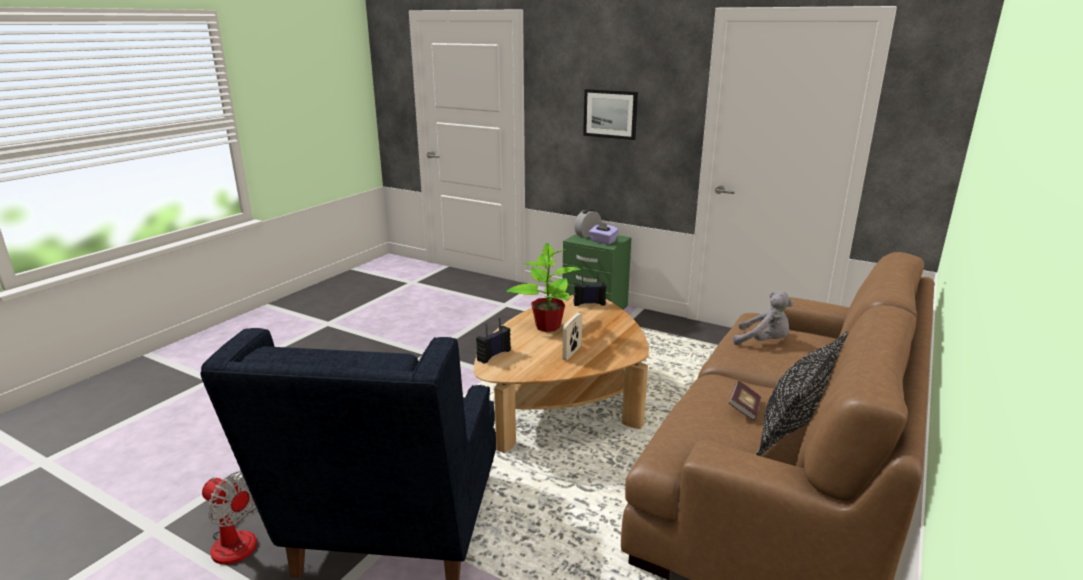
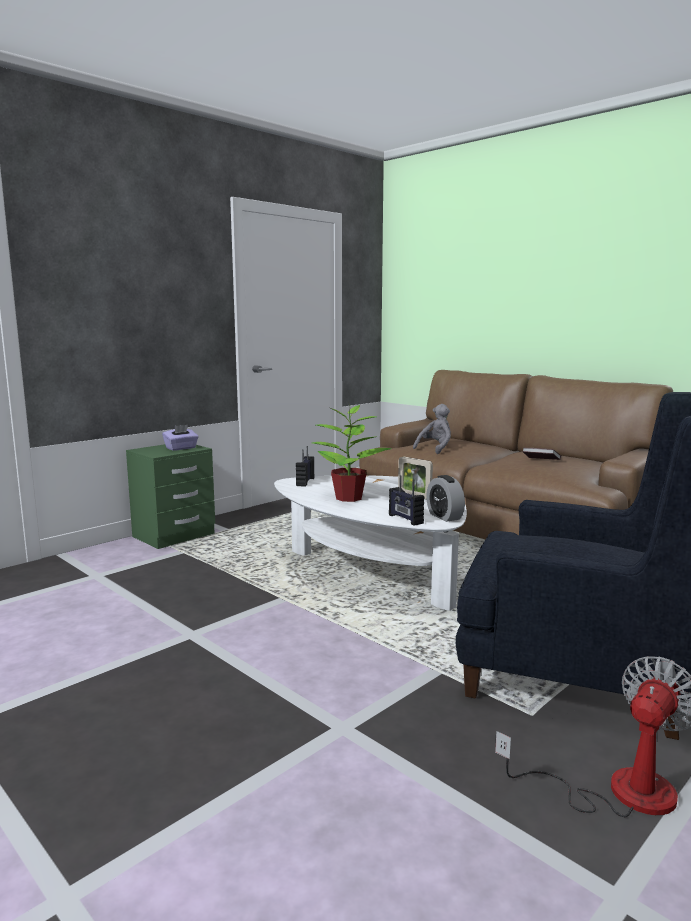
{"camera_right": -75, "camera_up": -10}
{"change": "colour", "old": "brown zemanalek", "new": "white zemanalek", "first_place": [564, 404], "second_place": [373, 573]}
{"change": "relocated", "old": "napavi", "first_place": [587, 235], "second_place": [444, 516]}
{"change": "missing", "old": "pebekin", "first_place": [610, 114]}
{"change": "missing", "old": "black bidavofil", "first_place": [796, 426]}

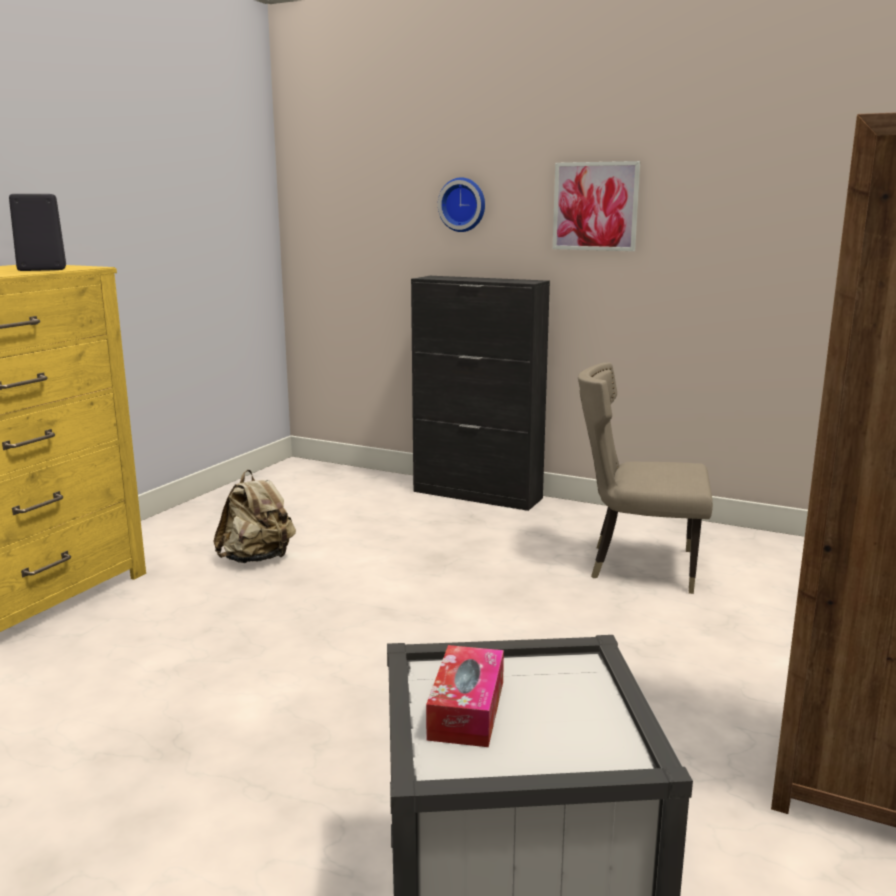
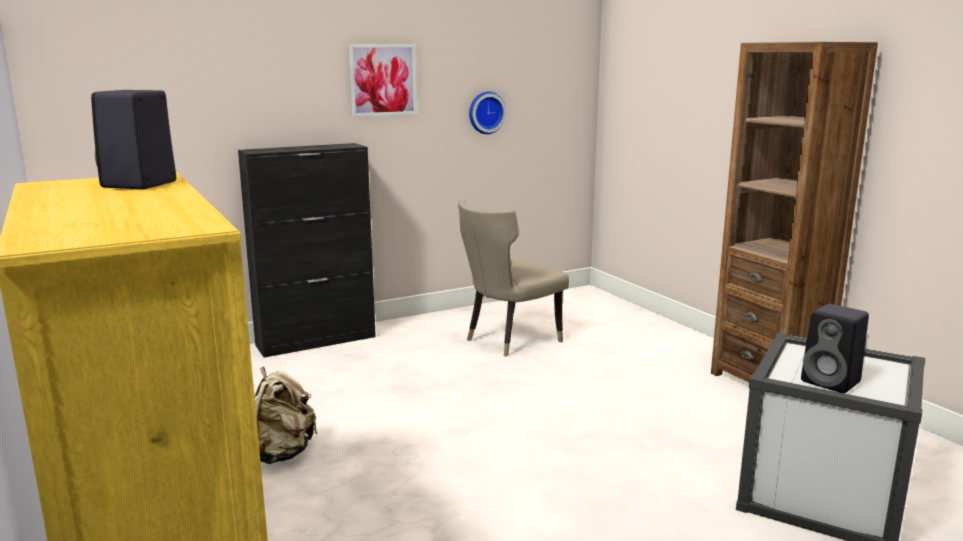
{"camera_right": -55, "camera_up": 0}
{"change": "relocated", "old": "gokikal", "first_place": [463, 205], "second_place": [486, 112]}
{"change": "exchanged", "old": "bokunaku", "new": "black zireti", "first_place": [466, 710], "second_place": [832, 382]}

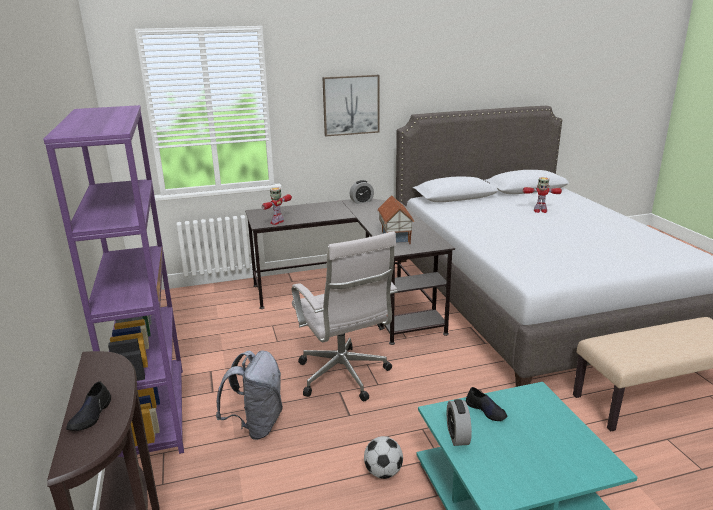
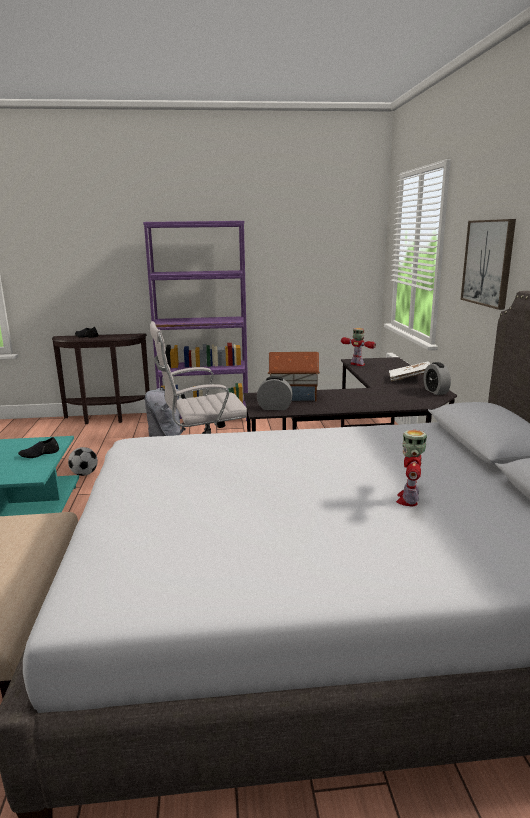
{"camera_right": 100, "camera_up": -5}
{"change": "relocated", "old": "napavi", "first_place": [457, 436], "second_place": [274, 408]}
{"change": "appeared", "new": "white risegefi", "second_place": [410, 379]}

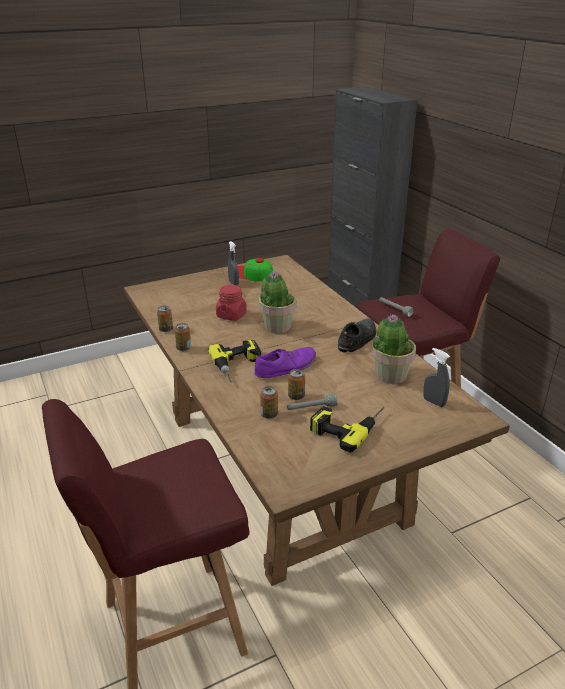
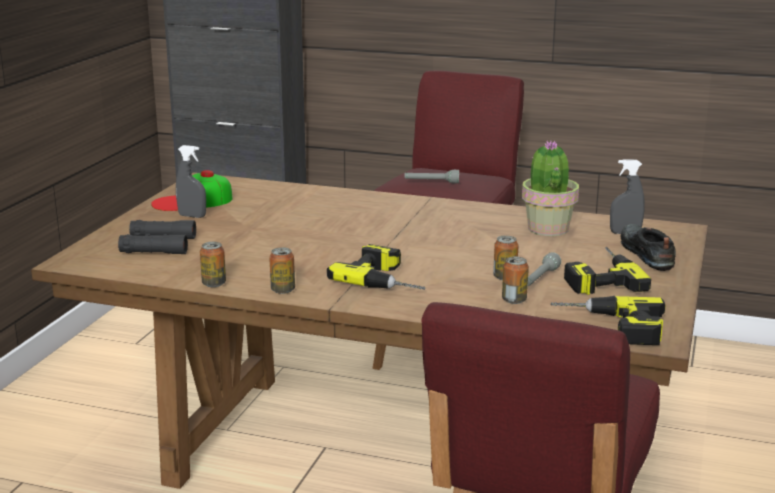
{"camera_right": -45, "camera_up": -10}
{"change": "appeared", "new": "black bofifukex", "second_place": [158, 245]}
{"change": "appeared", "new": "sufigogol", "second_place": [609, 327]}
{"change": "relocated", "old": "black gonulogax", "first_place": [357, 339], "second_place": [646, 254]}
{"change": "missing", "old": "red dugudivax", "first_place": [231, 315]}
{"change": "missing", "old": "purple gonulogax", "first_place": [286, 367]}
{"change": "missing", "old": "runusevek", "first_place": [276, 326]}

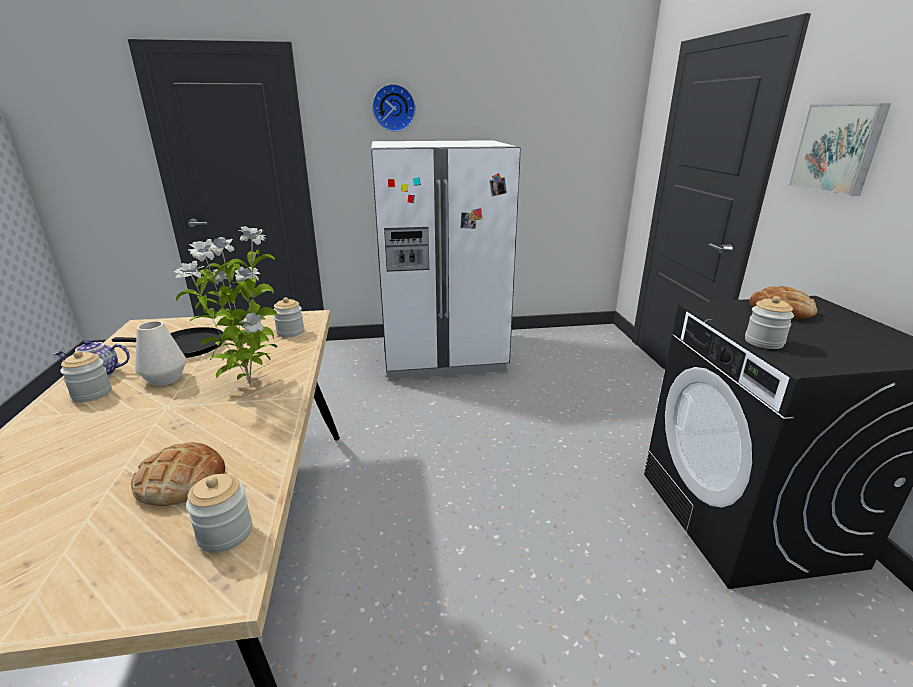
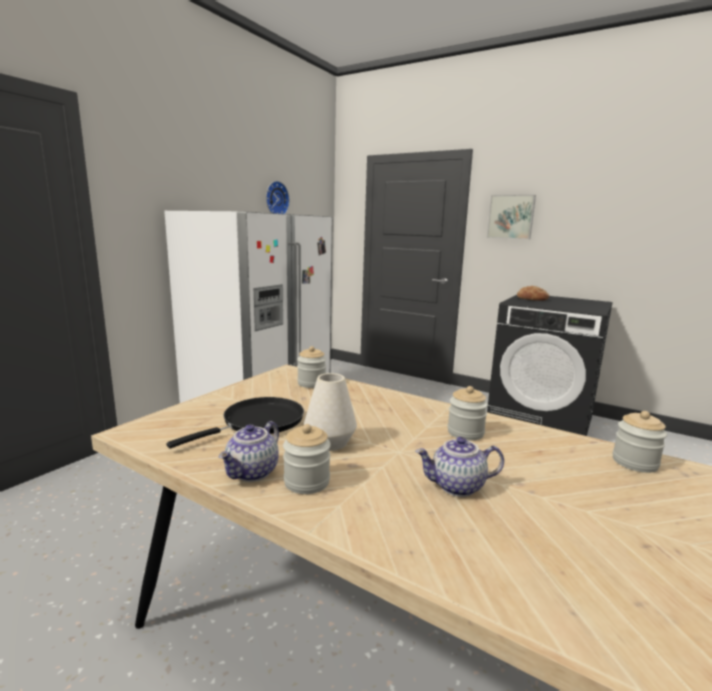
{"camera_right": -50, "camera_up": -10}
{"change": "relocated", "old": "gokikal", "first_place": [393, 108], "second_place": [275, 199]}
{"change": "appeared", "new": "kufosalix", "second_place": [457, 487]}
{"change": "relocated", "old": "dugudivax", "first_place": [763, 342], "second_place": [465, 432]}
{"change": "missing", "old": "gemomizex", "first_place": [182, 480]}
{"change": "missing", "old": "runusevek", "first_place": [249, 384]}

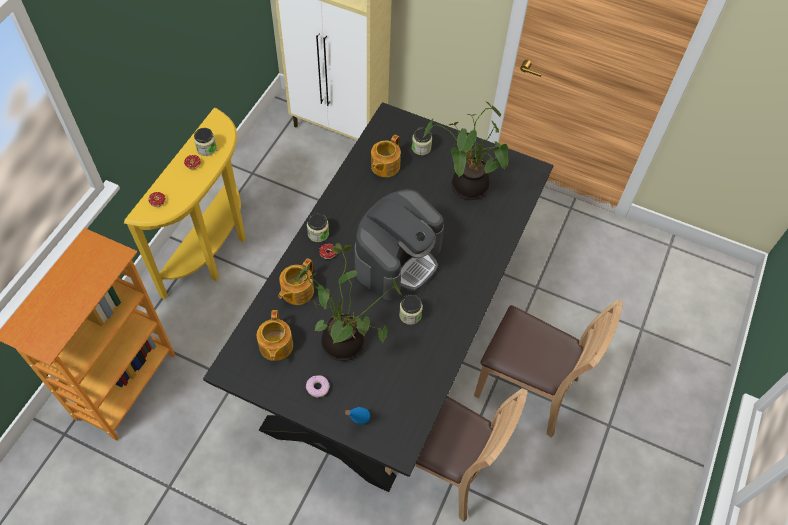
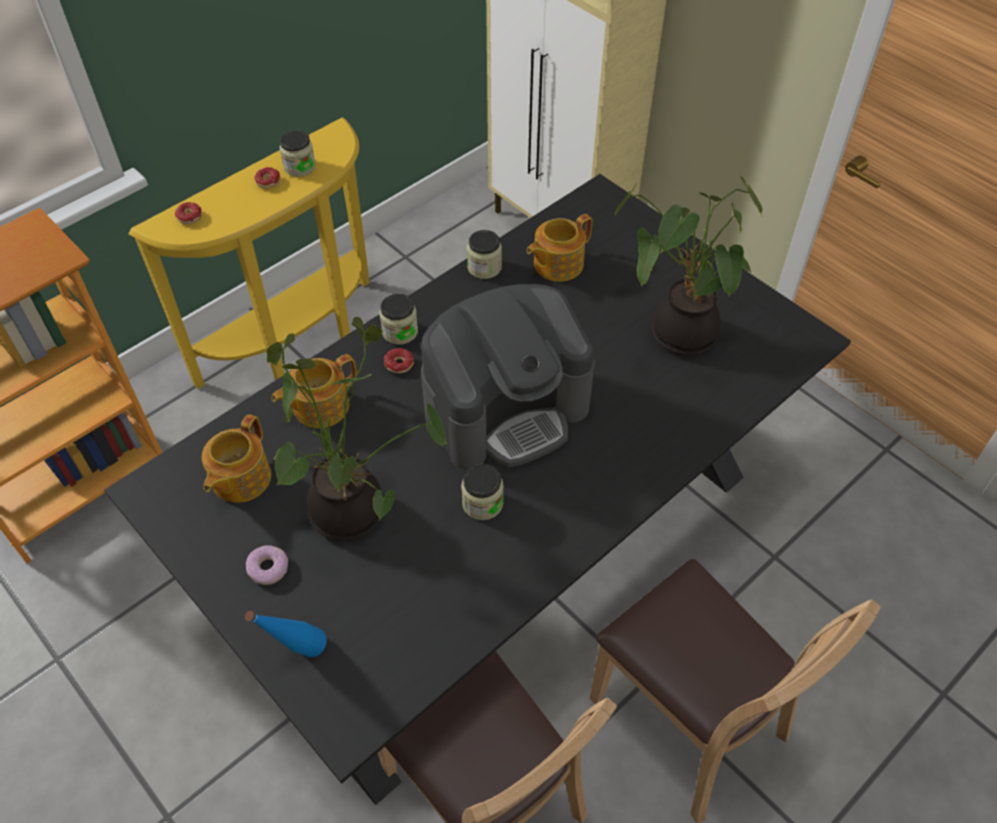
{"camera_right": 25, "camera_up": -5}
{"change": "relocated", "old": "dugudivax", "first_place": [421, 148], "second_place": [484, 267]}

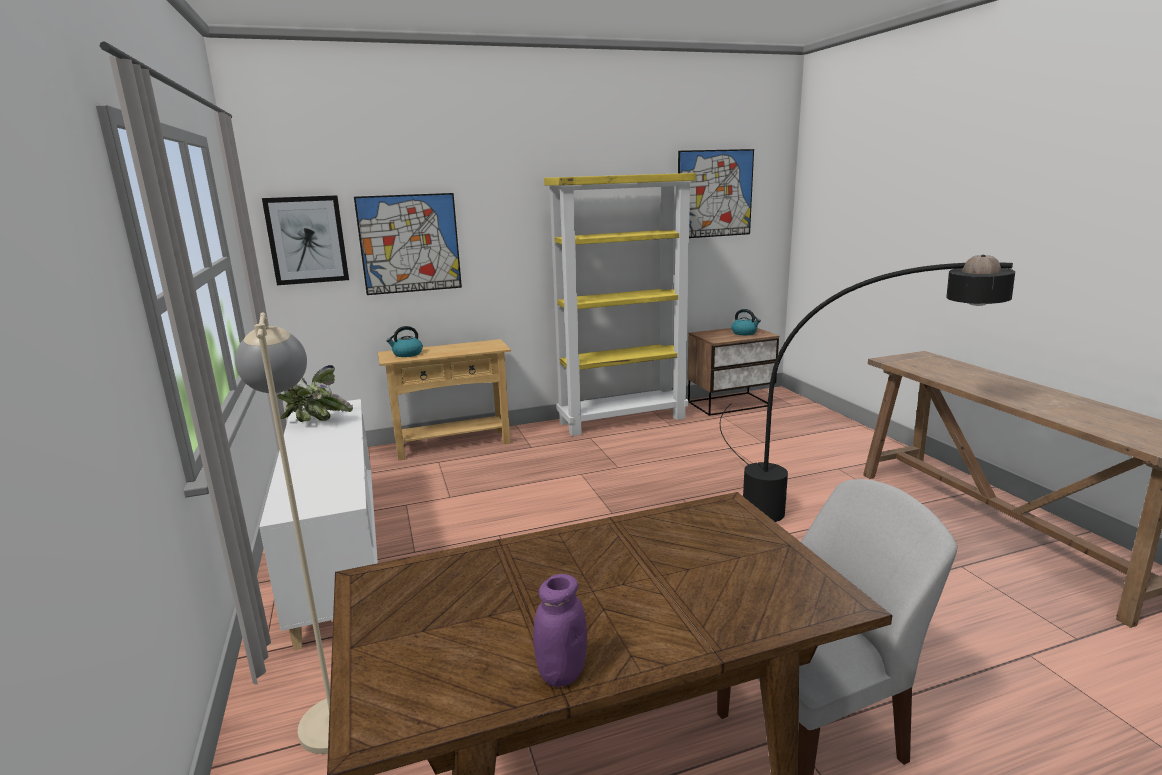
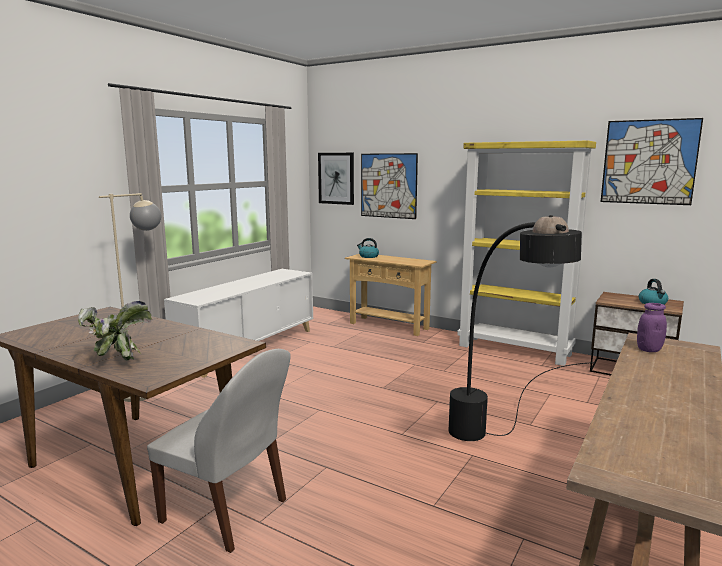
{"camera_right": 50, "camera_up": -5}
{"change": "relocated", "old": "runusevek", "first_place": [316, 423], "second_place": [116, 360]}
{"change": "relocated", "old": "purple dugudivax", "first_place": [561, 673], "second_place": [649, 350]}

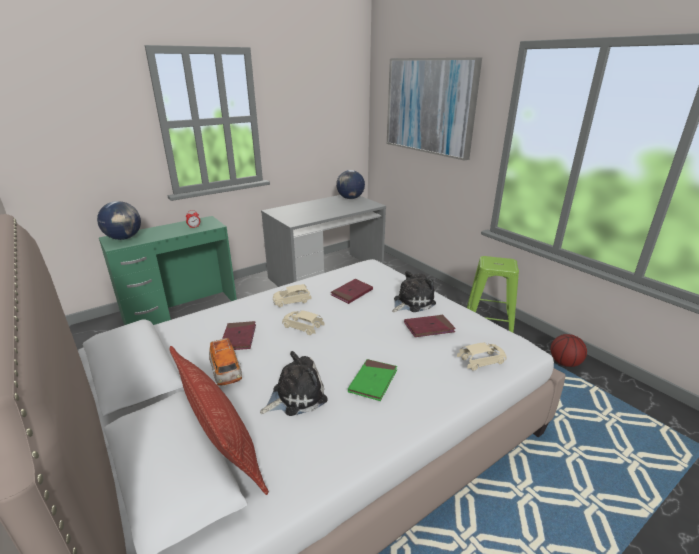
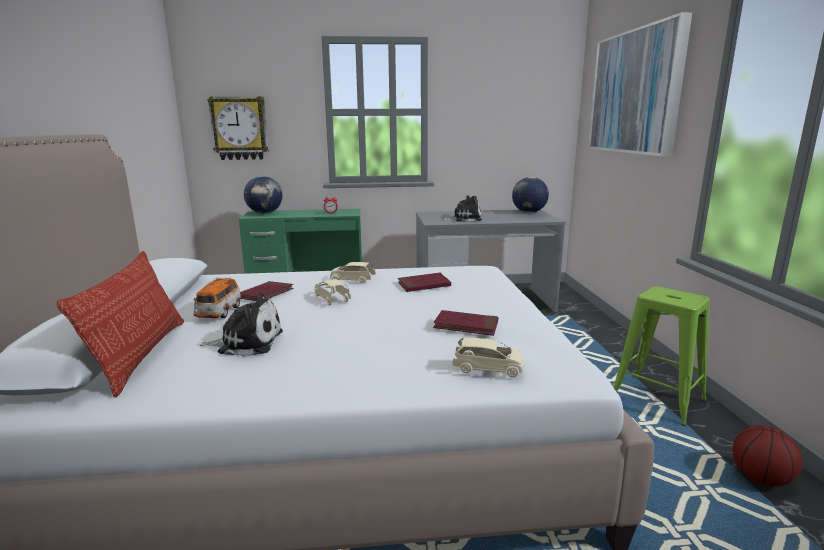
{"camera_right": 30, "camera_up": -10}
{"change": "appeared", "new": "gokikal", "second_place": [240, 128]}
{"change": "relocated", "old": "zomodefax", "first_place": [411, 302], "second_place": [464, 219]}
{"change": "missing", "old": "green risegefi", "first_place": [373, 381]}

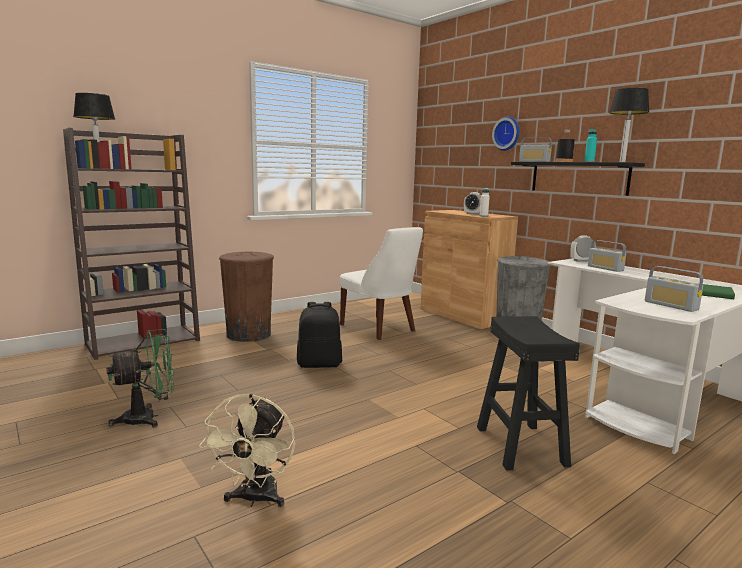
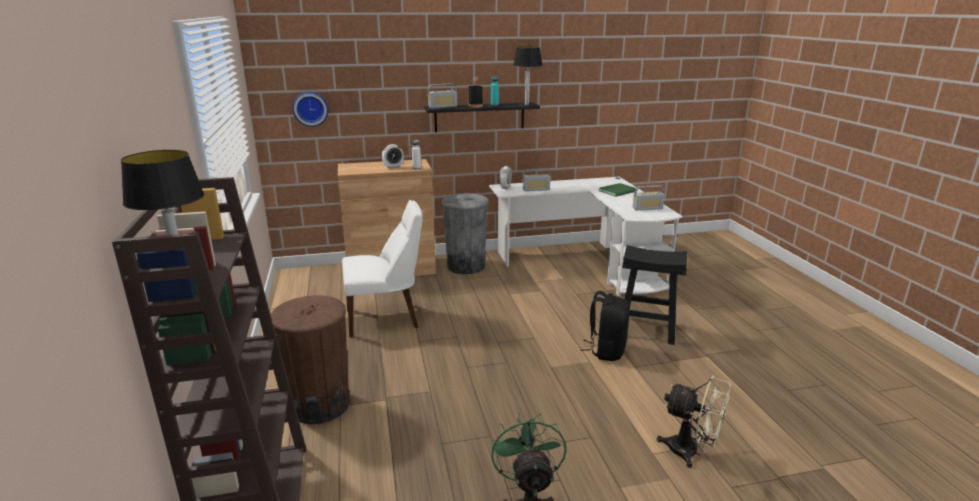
{"camera_right": -65, "camera_up": 10}
{"change": "relocated", "old": "gokikal", "first_place": [507, 133], "second_place": [310, 108]}
{"change": "relocated", "old": "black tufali", "first_place": [319, 364], "second_place": [606, 350]}

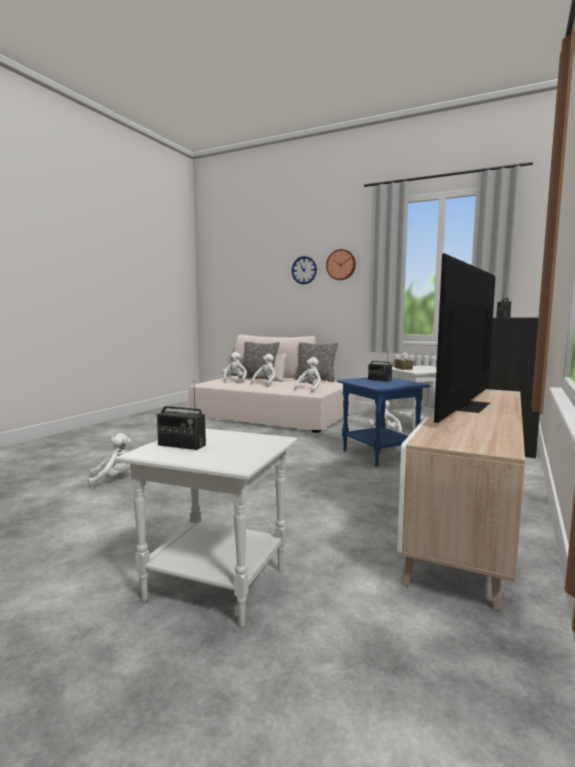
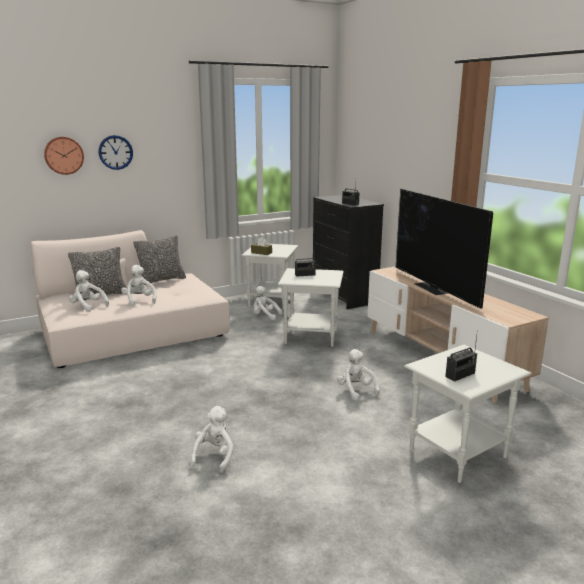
{"camera_right": -55, "camera_up": 10}
{"change": "relocated", "old": "gokikal", "first_place": [341, 265], "second_place": [63, 155]}
{"change": "colour", "old": "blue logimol", "new": "white logimol", "first_place": [380, 455], "second_place": [312, 337]}
{"change": "relocated", "old": "white zomodefax", "first_place": [309, 389], "second_place": [356, 390]}

